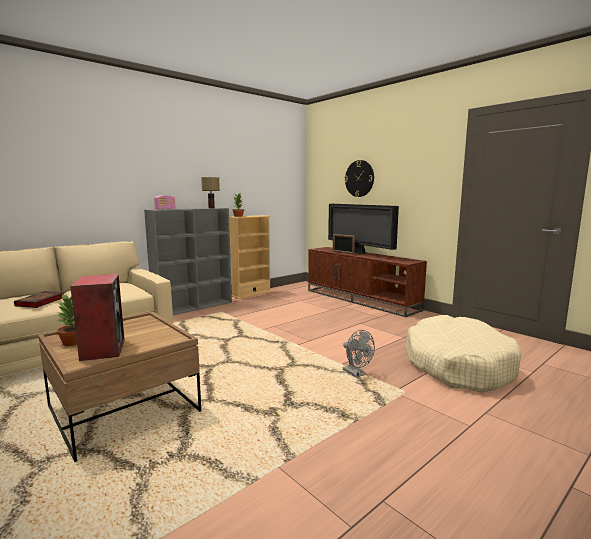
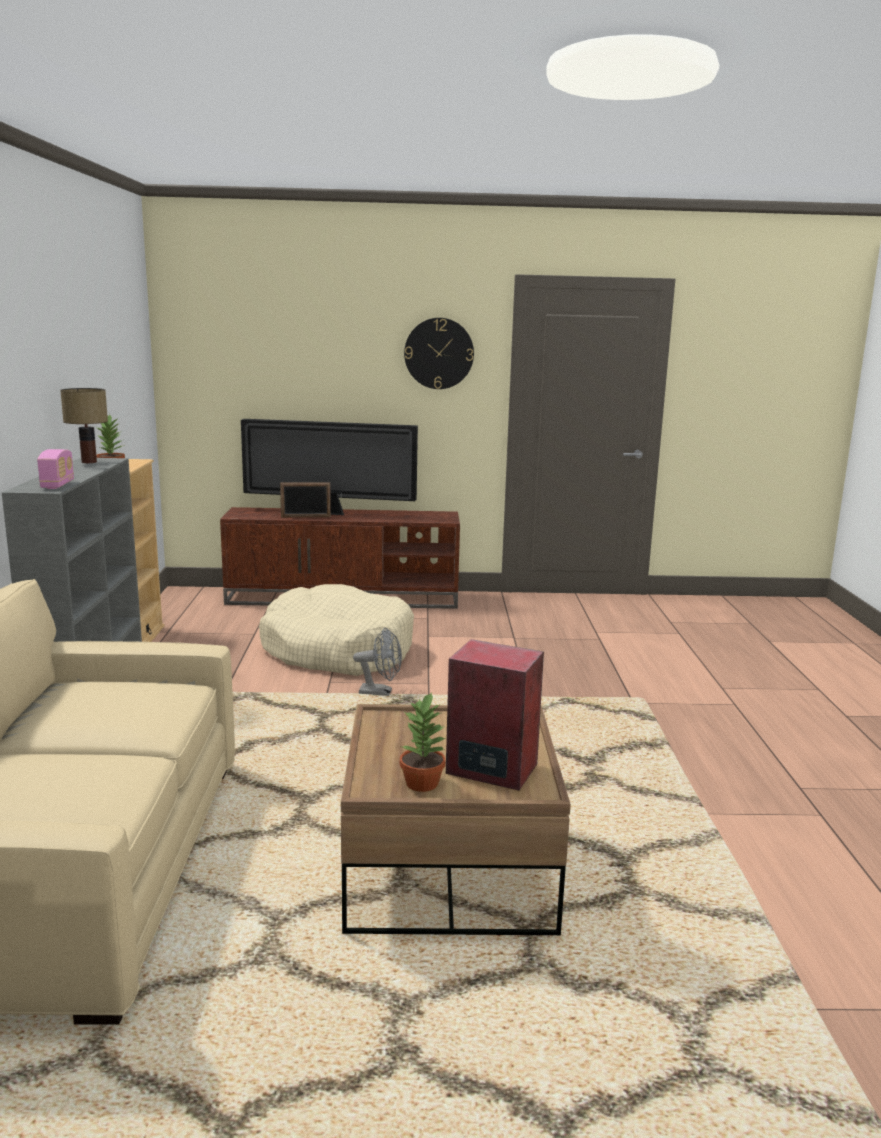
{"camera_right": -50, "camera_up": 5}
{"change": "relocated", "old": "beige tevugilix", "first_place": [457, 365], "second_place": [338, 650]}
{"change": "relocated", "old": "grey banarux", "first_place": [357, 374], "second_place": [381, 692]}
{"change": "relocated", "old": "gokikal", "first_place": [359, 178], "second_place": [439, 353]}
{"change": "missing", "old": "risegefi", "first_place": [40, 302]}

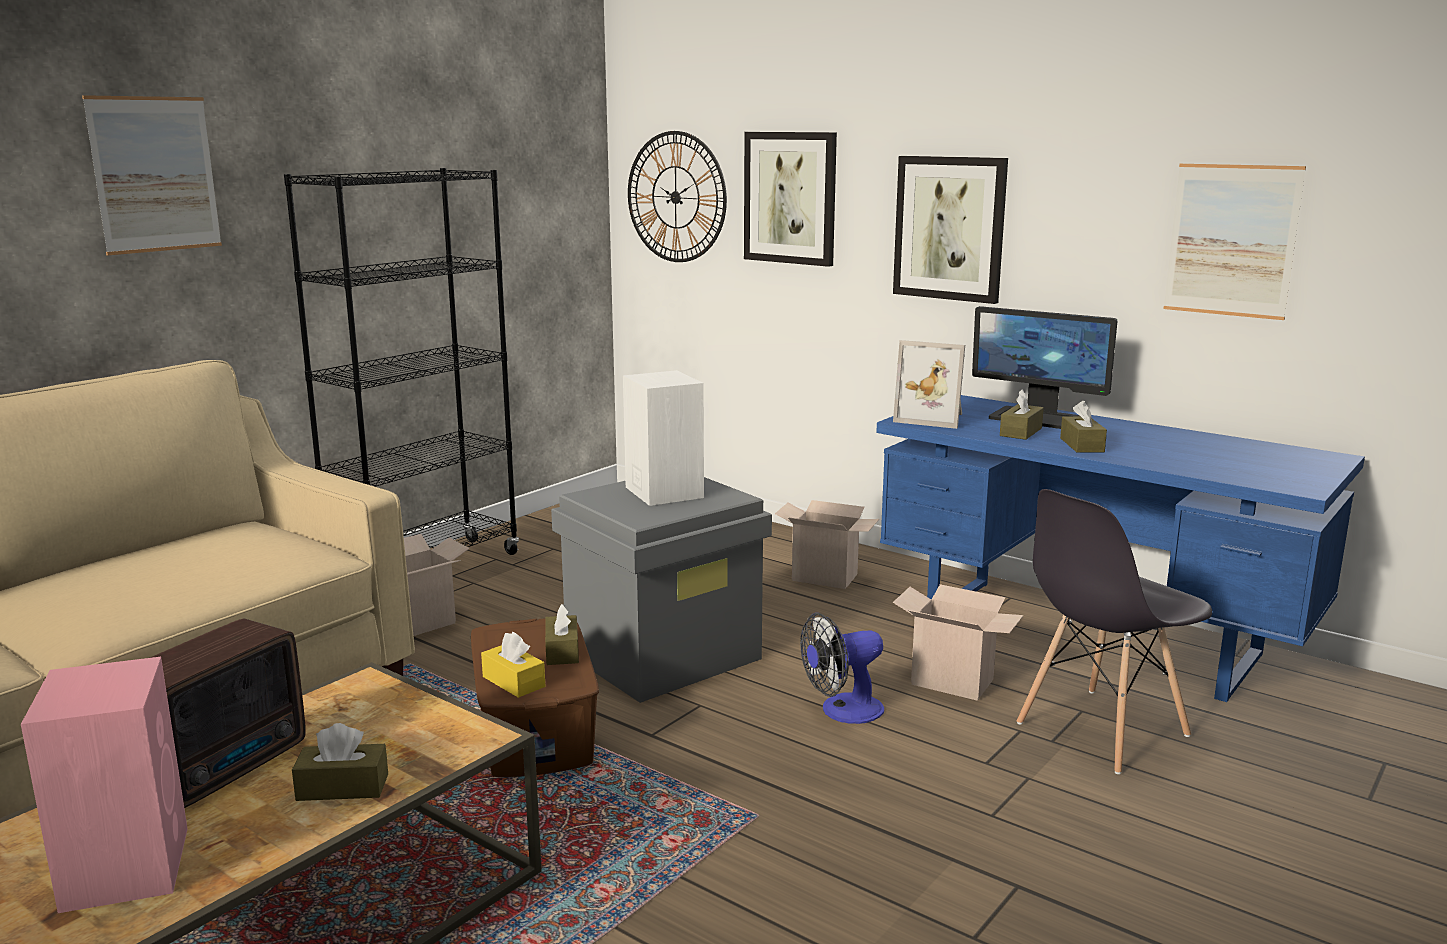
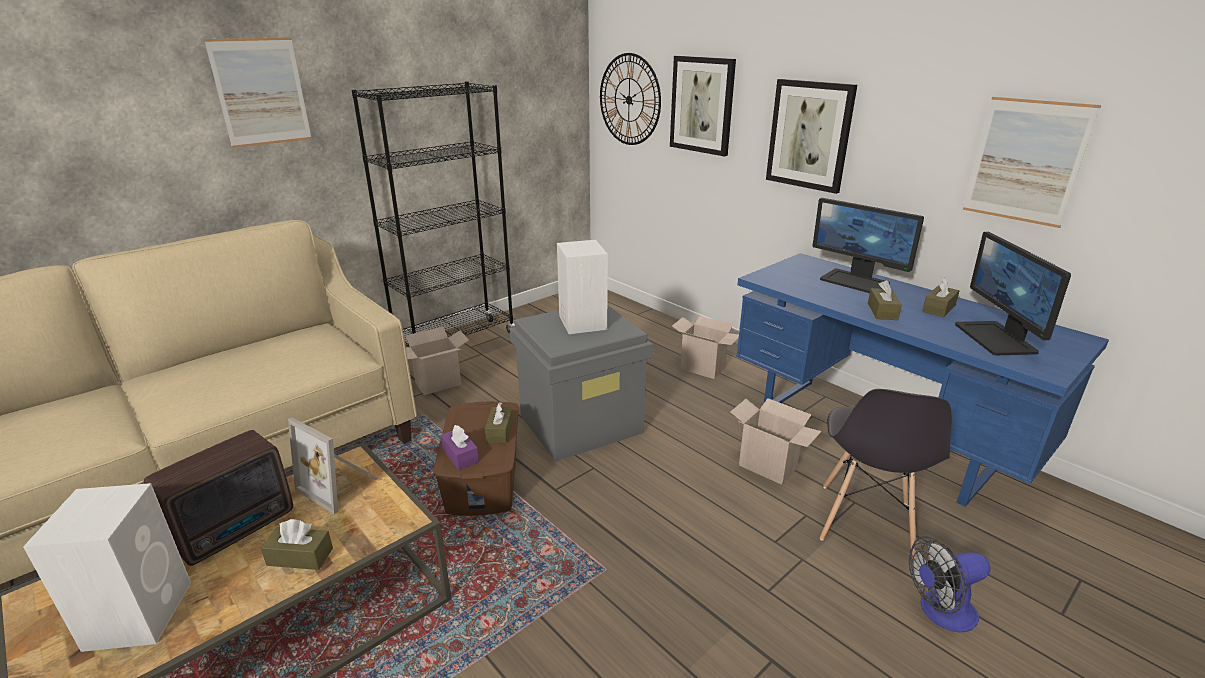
{"camera_right": 10, "camera_up": 10}
{"change": "colour", "old": "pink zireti", "new": "white zireti", "first_place": [127, 866], "second_place": [140, 613]}
{"change": "relocated", "old": "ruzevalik", "first_place": [932, 418], "second_place": [341, 485]}
{"change": "colour", "old": "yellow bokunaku", "new": "purple bokunaku", "first_place": [513, 682], "second_place": [460, 455]}
{"change": "spun", "old": "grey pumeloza", "first_place": [1101, 730], "second_place": [865, 522], "degrees": -45}
{"change": "relocated", "old": "banarux", "first_place": [842, 711], "second_place": [940, 612]}
{"change": "relocated", "old": "brown bokunaku", "first_place": [1020, 432], "second_place": [938, 308]}
{"change": "appeared", "new": "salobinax", "second_place": [996, 338]}

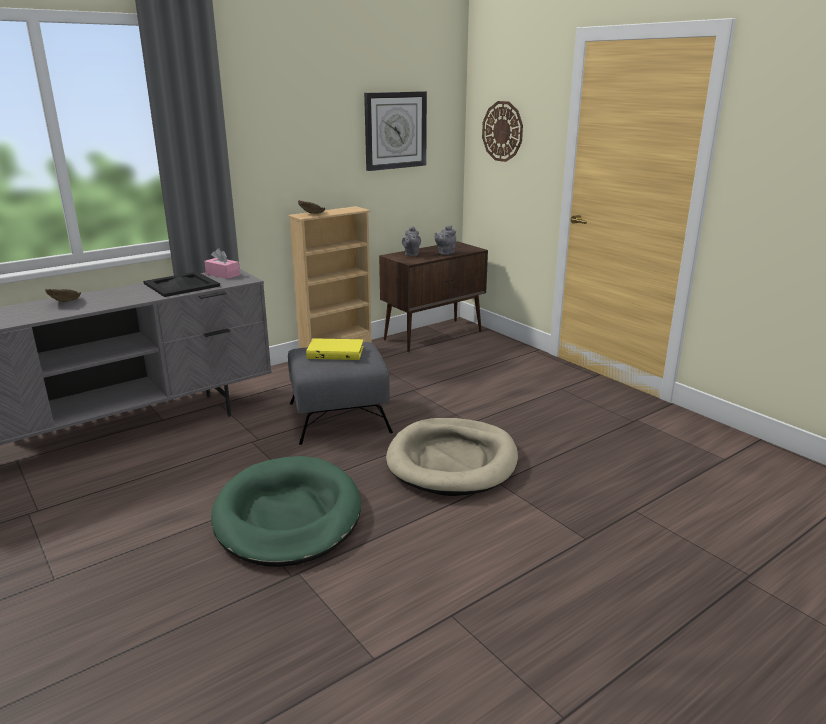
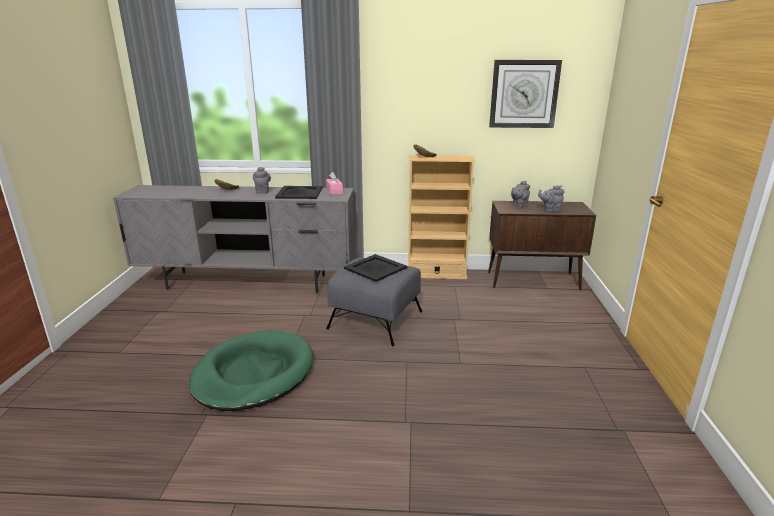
{"camera_right": 40, "camera_up": 0}
{"change": "appeared", "new": "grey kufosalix", "second_place": [262, 191]}
{"change": "exchanged", "old": "yellow risegefi", "new": "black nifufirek", "first_place": [336, 352], "second_place": [376, 268]}
{"change": "missing", "old": "beige tevugilix", "first_place": [452, 461]}
{"change": "missing", "old": "gokikal", "first_place": [502, 131]}

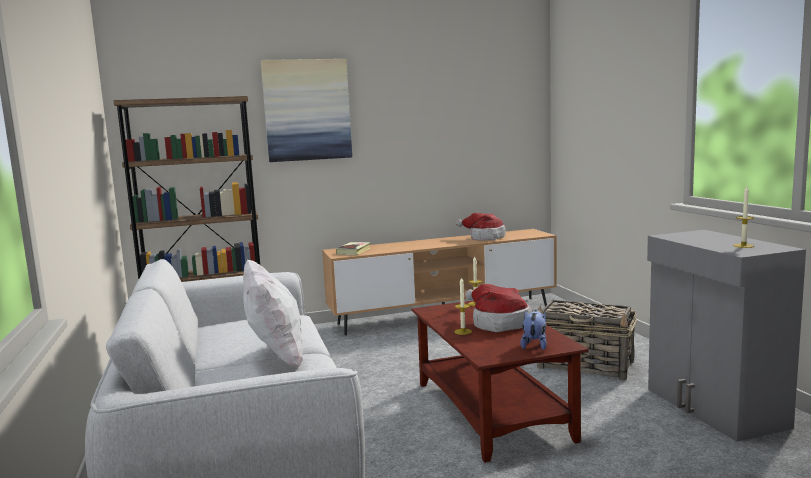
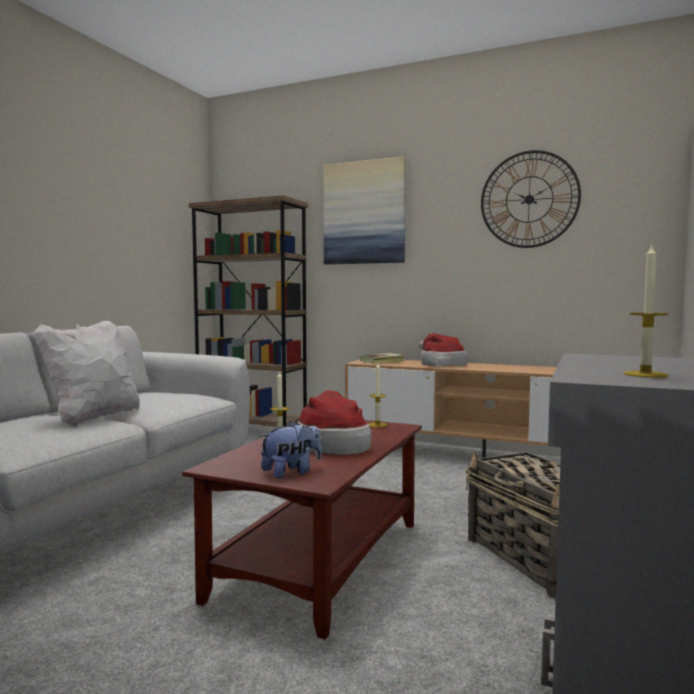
{"camera_right": 40, "camera_up": -5}
{"change": "relocated", "old": "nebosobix", "first_place": [484, 237], "second_place": [440, 364]}
{"change": "appeared", "new": "gokikal", "second_place": [529, 199]}

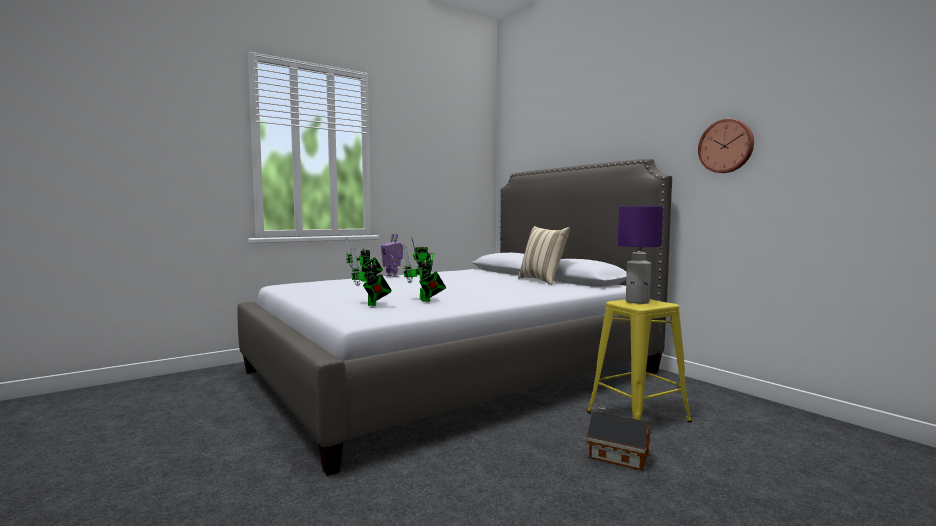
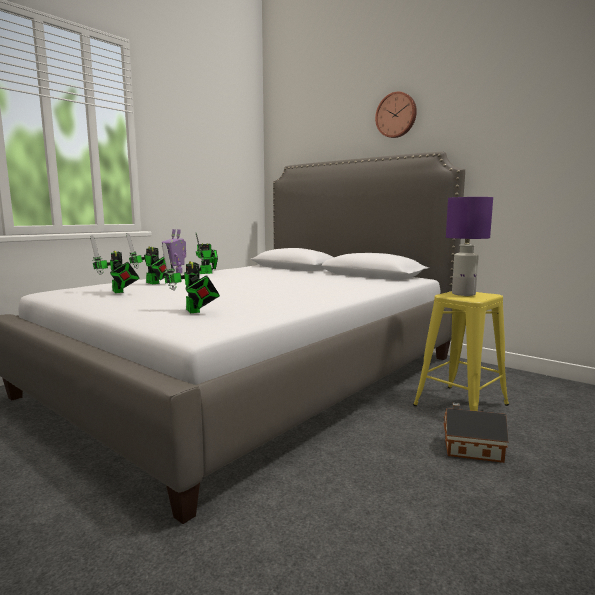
{"camera_right": -15, "camera_up": 5}
{"change": "relocated", "old": "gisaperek", "first_place": [425, 300], "second_place": [118, 292]}
{"change": "relocated", "old": "gokikal", "first_place": [726, 146], "second_place": [396, 115]}
{"change": "missing", "old": "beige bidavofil", "first_place": [542, 281]}

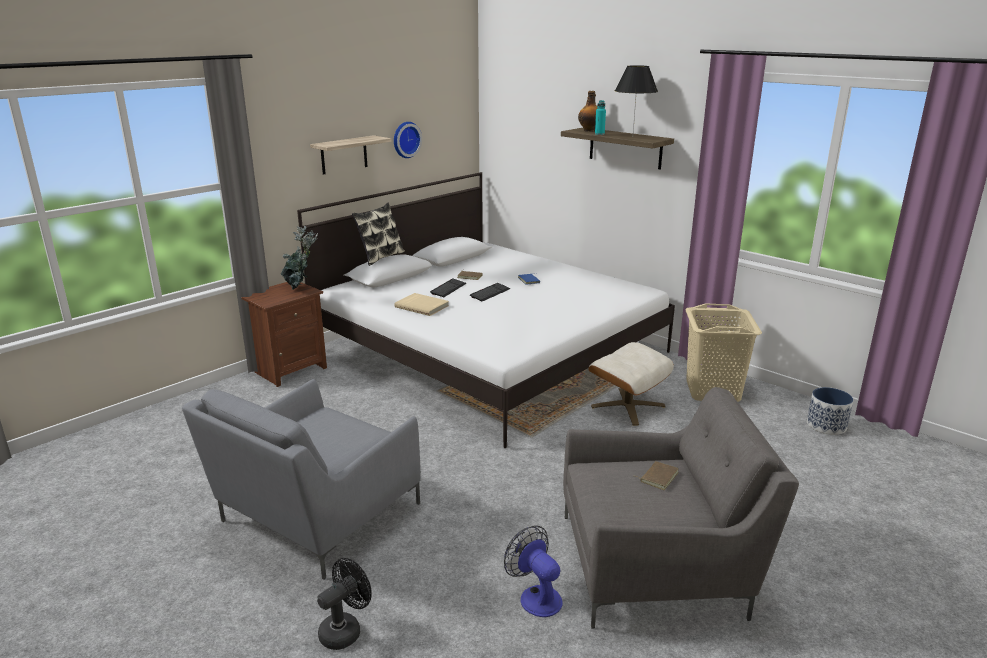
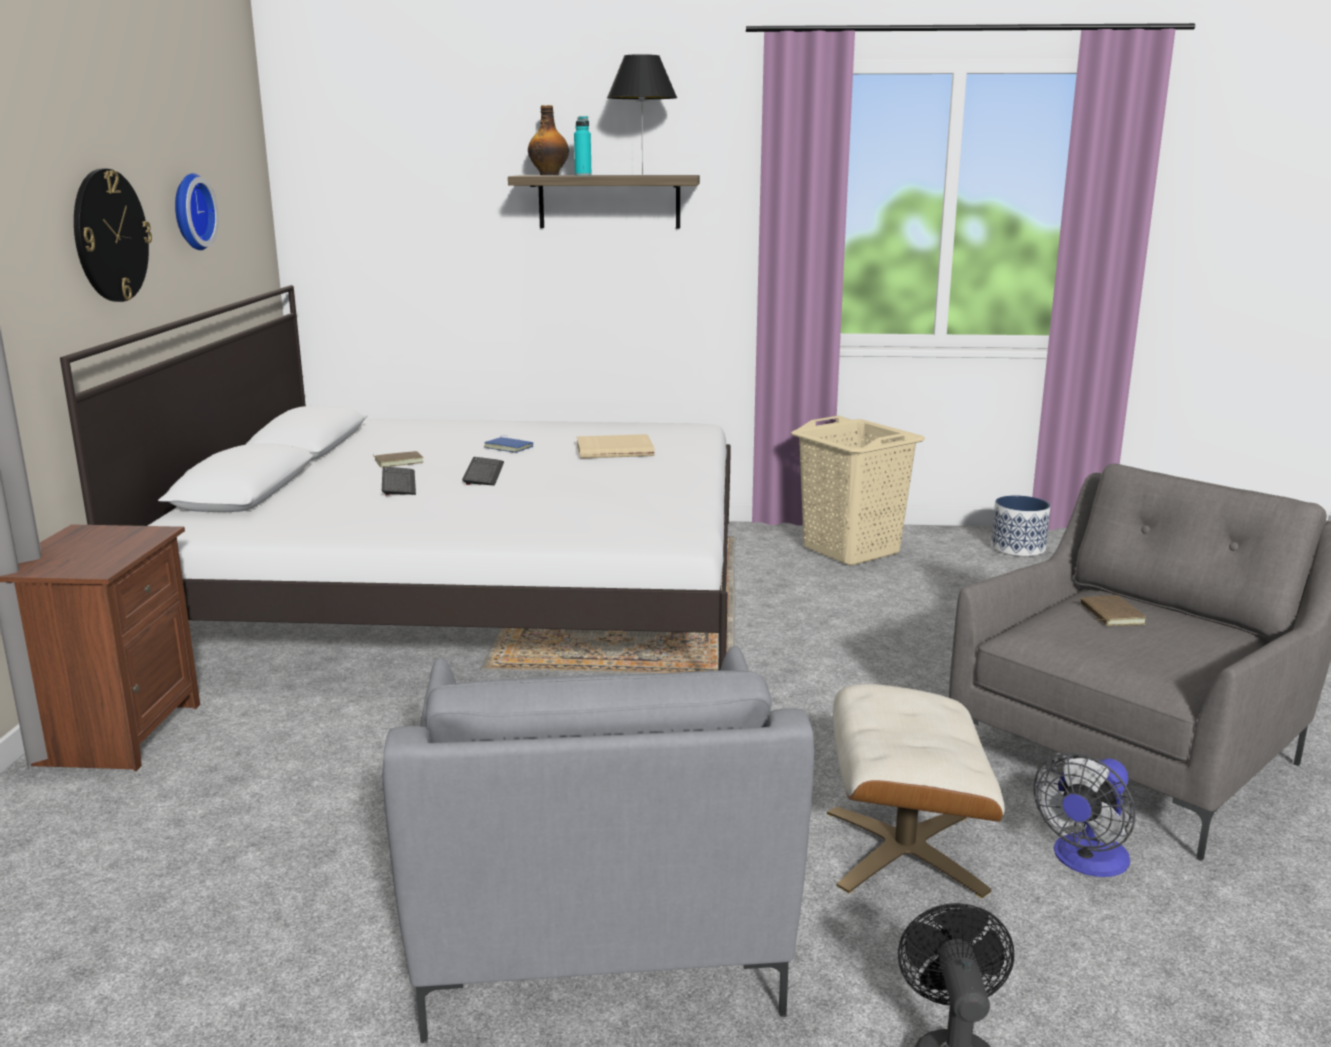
{"camera_right": -40, "camera_up": -5}
{"change": "exchanged", "old": "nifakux", "new": "gokikal", "first_place": [344, 155], "second_place": [110, 236]}
{"change": "relocated", "old": "beige risegefi", "first_place": [422, 306], "second_place": [614, 450]}
{"change": "relocated", "old": "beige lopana", "first_place": [627, 406], "second_place": [903, 850]}
{"change": "spun", "old": "banarux", "first_place": [535, 596], "second_place": [1086, 861], "degrees": -60}
{"change": "missing", "old": "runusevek", "first_place": [300, 288]}
{"change": "missing", "old": "bidavofil", "first_place": [380, 257]}

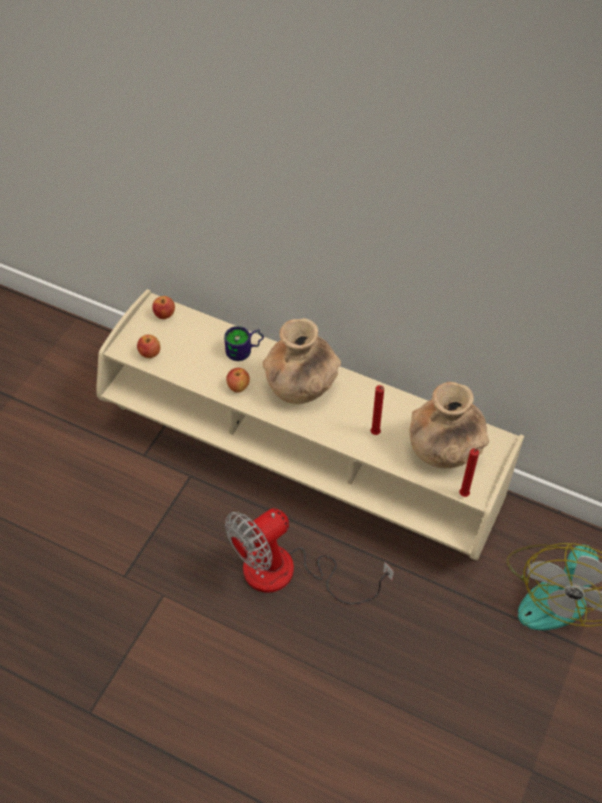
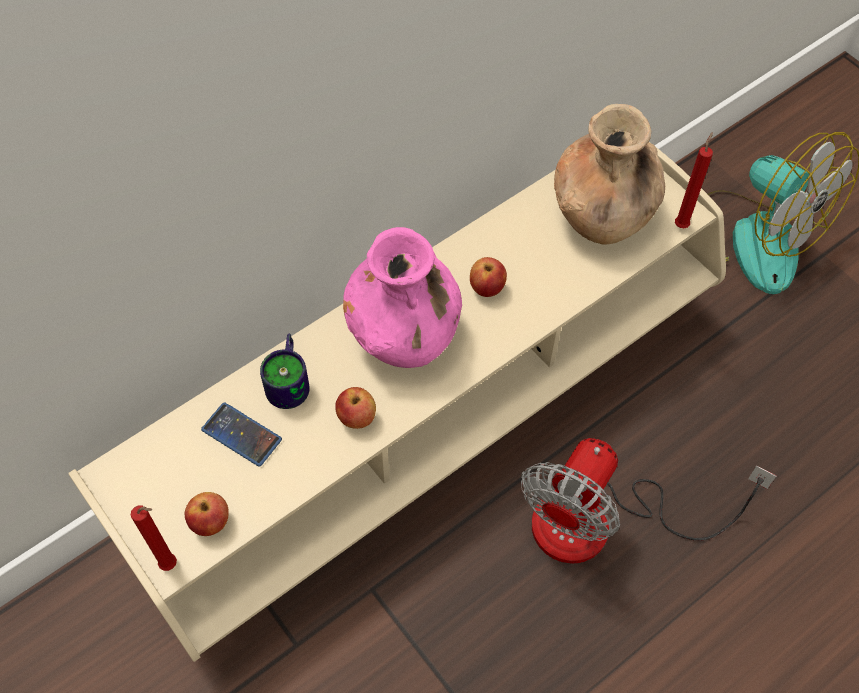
{"camera_right": -65, "camera_up": 5}
{"change": "relocated", "old": "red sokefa", "first_place": [375, 434], "second_place": [171, 565]}
{"change": "appeared", "new": "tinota", "second_place": [241, 434]}
{"change": "colour", "old": "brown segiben", "new": "pink segiben", "first_place": [300, 387], "second_place": [404, 335]}
{"change": "relocated", "old": "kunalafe", "first_place": [165, 315], "second_place": [487, 288]}
{"change": "spun", "old": "banarux", "first_place": [288, 573], "second_place": [600, 523], "degrees": 45}

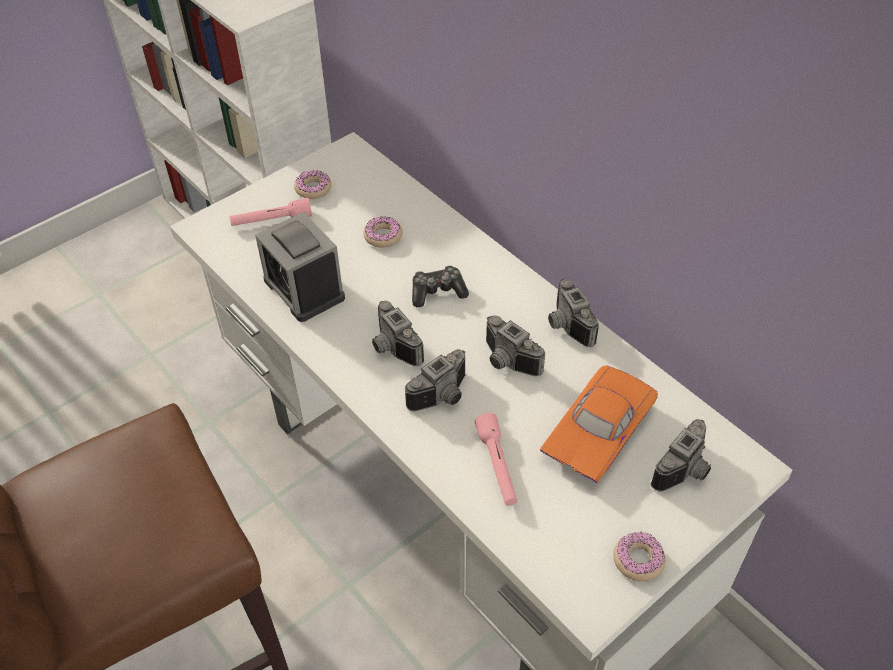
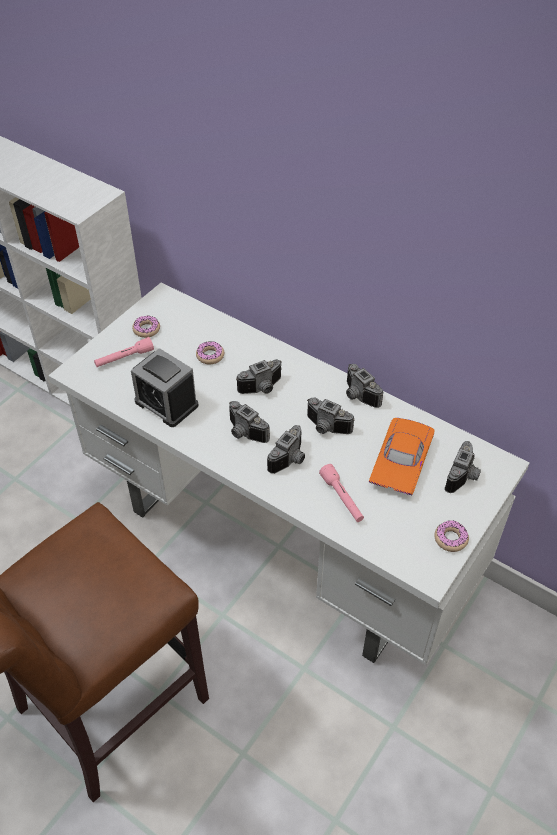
{"camera_right": -15, "camera_up": 0}
{"change": "exchanged", "old": "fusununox", "new": "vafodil", "first_place": [437, 292], "second_place": [262, 388]}

